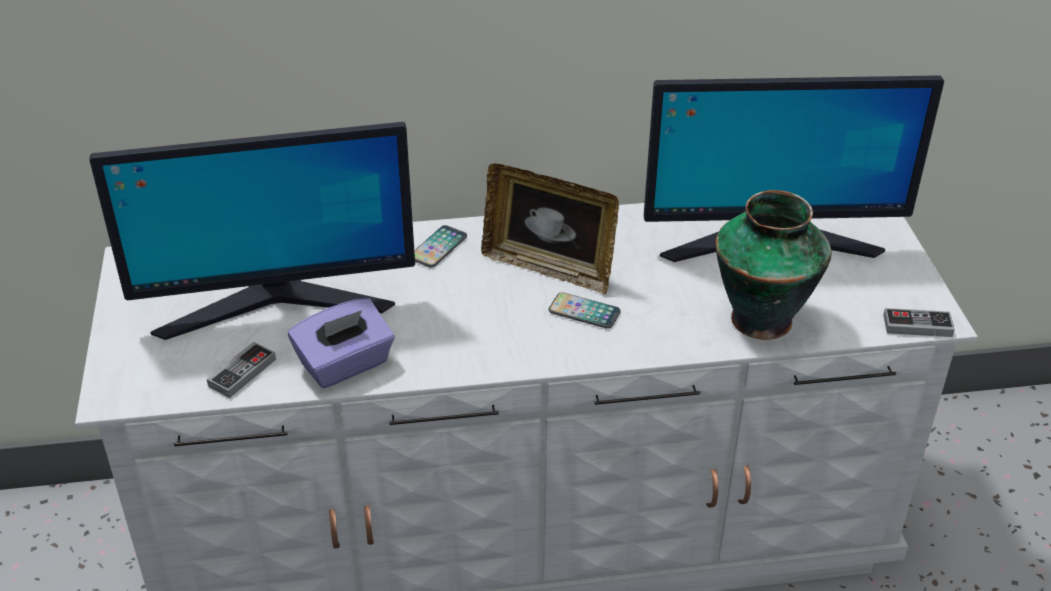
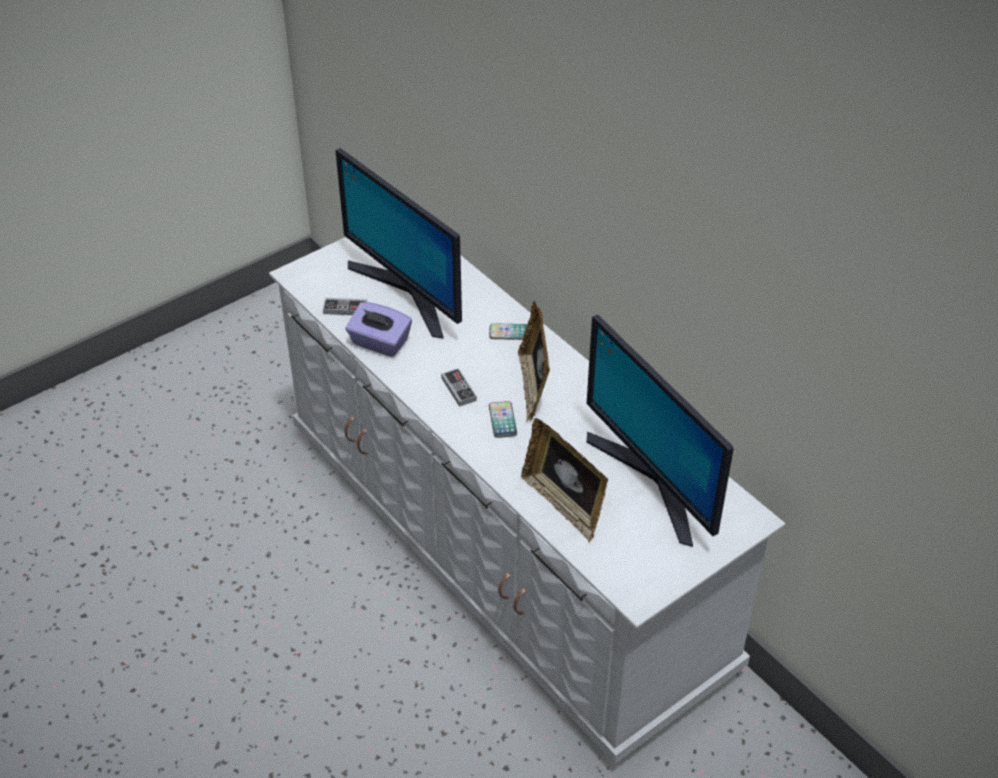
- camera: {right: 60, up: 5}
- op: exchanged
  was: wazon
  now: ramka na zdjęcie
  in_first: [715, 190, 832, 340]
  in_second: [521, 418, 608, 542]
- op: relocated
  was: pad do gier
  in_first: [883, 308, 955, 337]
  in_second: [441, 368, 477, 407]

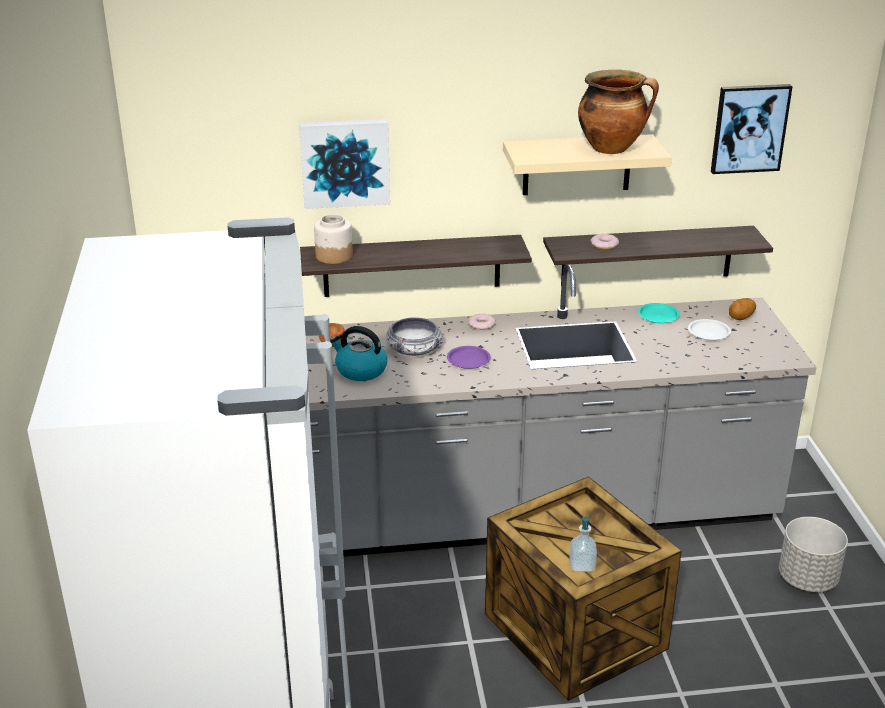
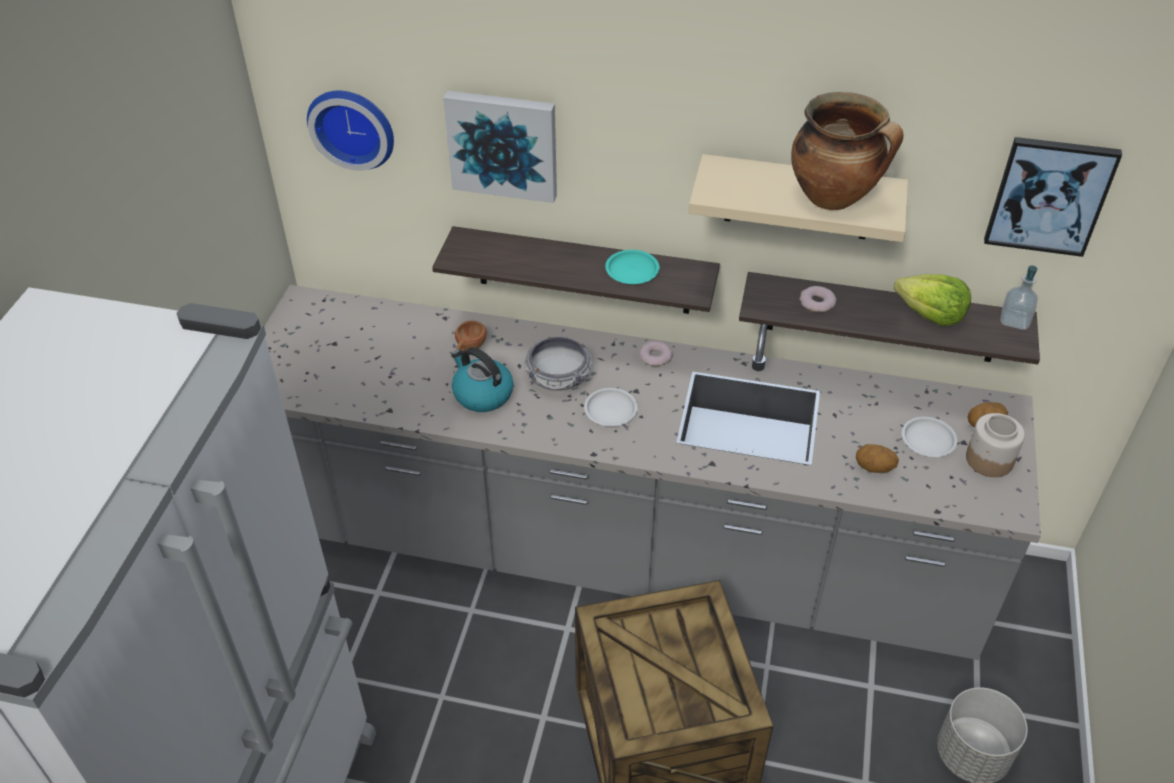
- camera: {right: 20, up: 15}
- op: relocated
  was: słoik
  in_first: [314, 214, 353, 264]
  in_second: [966, 413, 1025, 477]
- op: colour
  was: talerz [fioletowy]
  now: talerz [biały]
  in_first: [447, 346, 491, 369]
  in_second: [584, 388, 638, 426]
- op: relocated
  was: dozownik mydła
  in_first: [569, 517, 597, 572]
  in_second: [1000, 265, 1038, 330]
- op: relocated
  was: talerz [turkusowy]
  in_first: [638, 303, 680, 323]
  in_second: [605, 250, 659, 284]
- op: appeared
  now: zegar ścienny
  in_second: [307, 91, 394, 171]
- op: appeared
  now: ziemniak
  in_second: [856, 444, 899, 473]
- op: appeared
  now: sałata
  in_second: [894, 274, 971, 327]

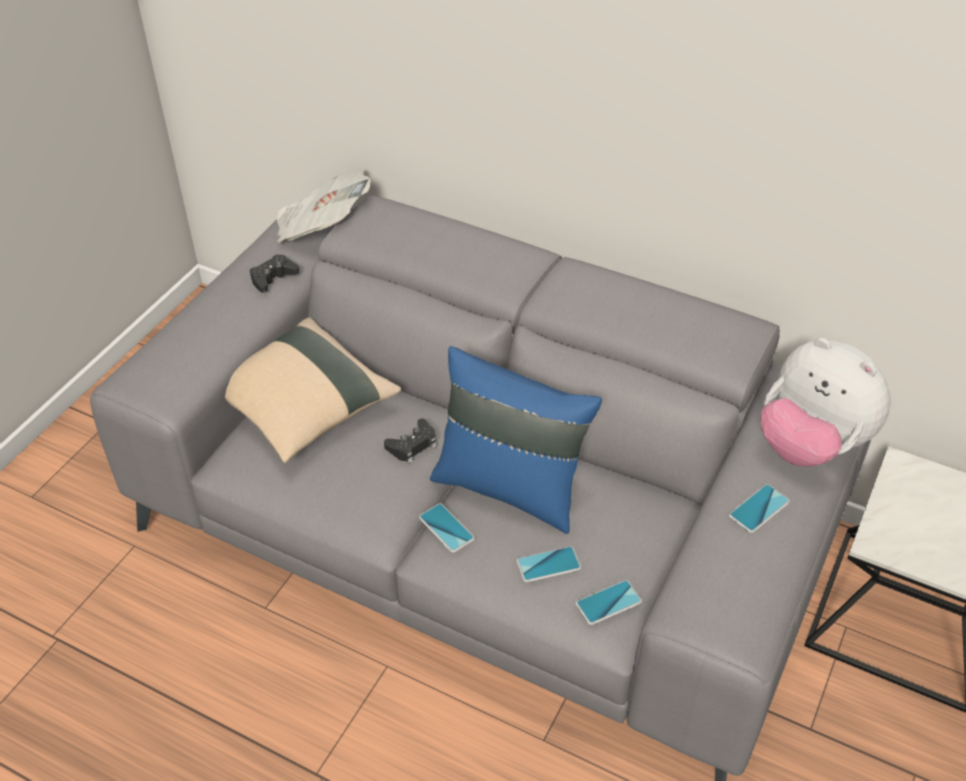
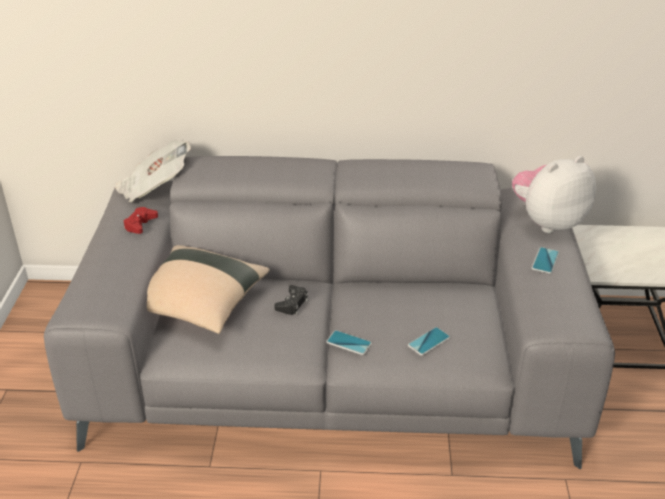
- camera: {right: -25, up: -10}
- op: colour
  was: pad do gier [czarny]
  now: pad do gier [czerwony]
  in_first: [250, 254, 299, 293]
  in_second: [124, 207, 158, 234]
- op: missing
  was: poduszka [niebieski]
  in_first: [430, 346, 602, 534]
- op: missing
  was: telefon
  in_first: [576, 580, 642, 625]
- op: spun
  was: pluszak
  in_first: [760, 338, 891, 466]
  in_second: [512, 156, 596, 233]
  clockwise: 135

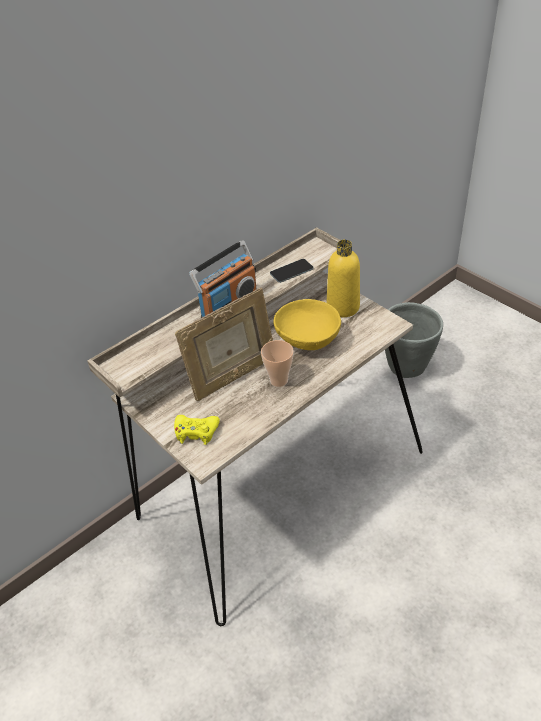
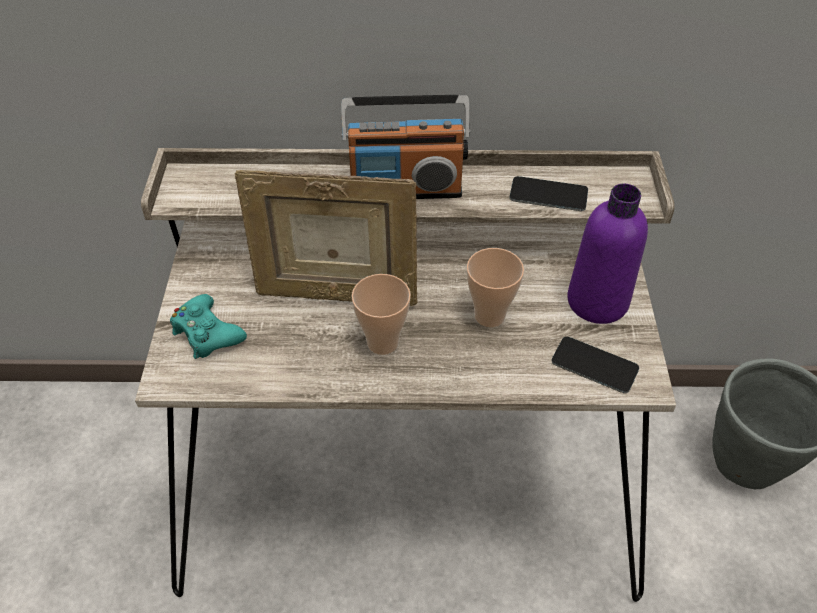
- camera: {right: 40, up: 5}
- op: colour
  was: pad do gier [żółty]
  now: pad do gier [turkusowy]
  in_first: [174, 415, 220, 445]
  in_second: [170, 294, 247, 359]
- op: exchanged
  was: miska [żółty]
  now: filiżanka
  in_first: [273, 299, 341, 350]
  in_second: [467, 248, 524, 327]
- op: colour
  was: butelka [żółty]
  now: butelka [fioletowy]
  in_first: [327, 240, 360, 317]
  in_second: [567, 184, 648, 324]
- op: appeared
  now: telefon
  in_second: [552, 337, 639, 393]

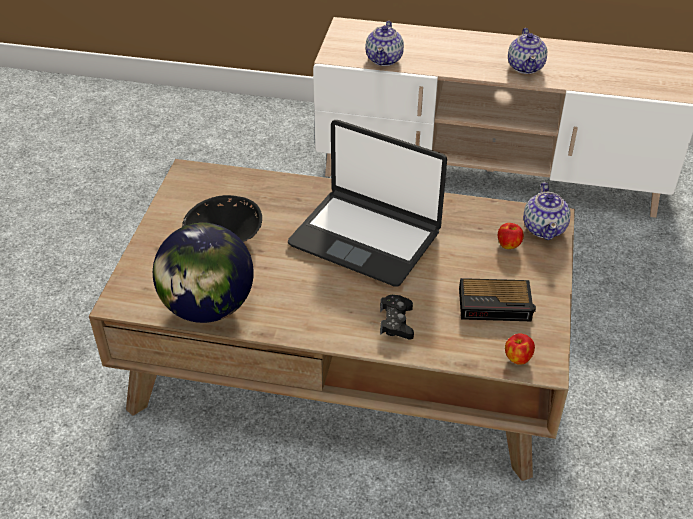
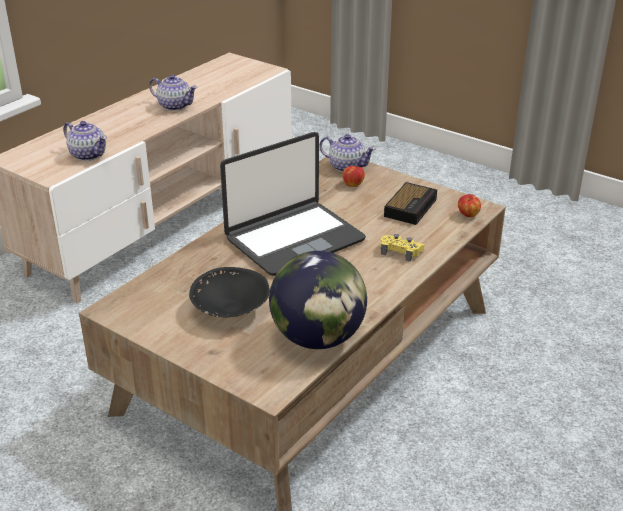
- camera: {right: -65, up: -10}
- op: colour
  was: pad do gier [czarny]
  now: pad do gier [żółty]
  in_first: [380, 295, 414, 339]
  in_second: [380, 234, 424, 262]

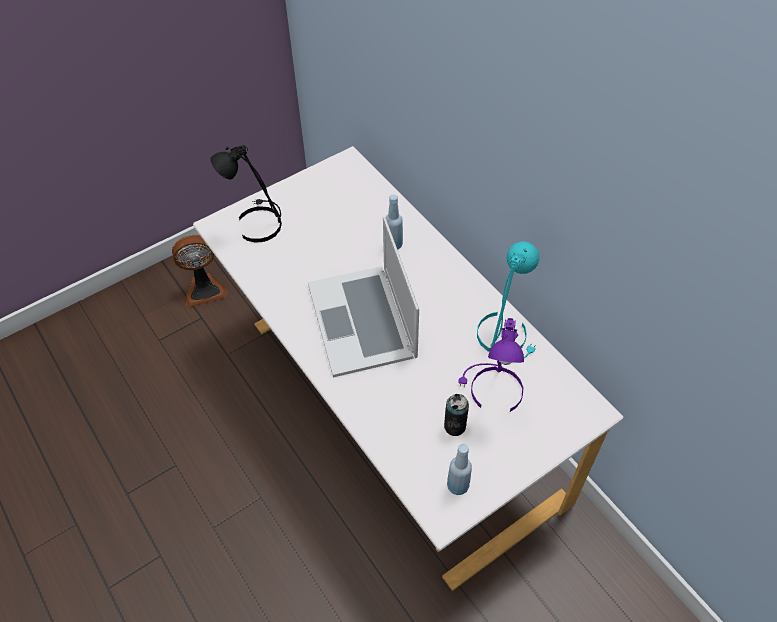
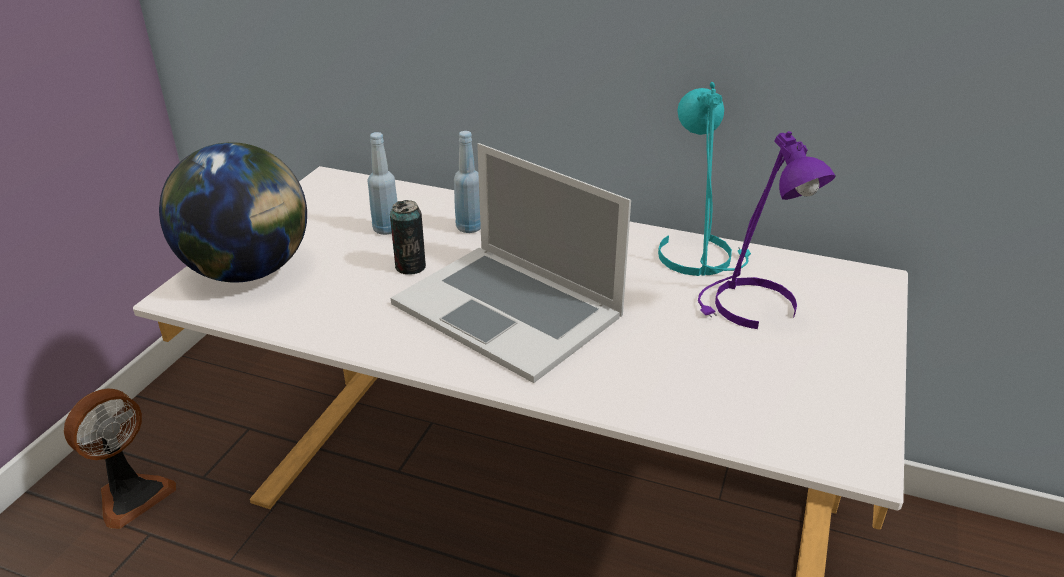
- camera: {right: -35, up: -20}
- op: exchanged
  was: lampa stołowa [czarny]
  now: globus
  in_first: [210, 145, 282, 243]
  in_second: [159, 142, 307, 283]
- op: relocated
  was: puszka
  in_first: [444, 394, 469, 436]
  in_second: [390, 200, 426, 275]
- op: relocated
  was: butelka [niebieski]
  in_first: [447, 444, 472, 495]
  in_second: [368, 132, 397, 235]

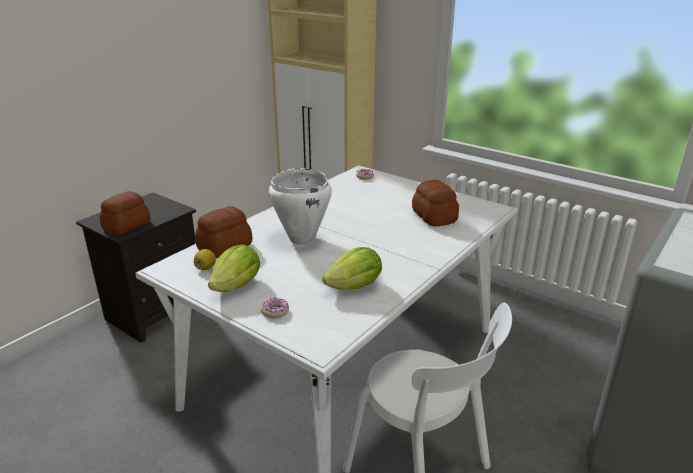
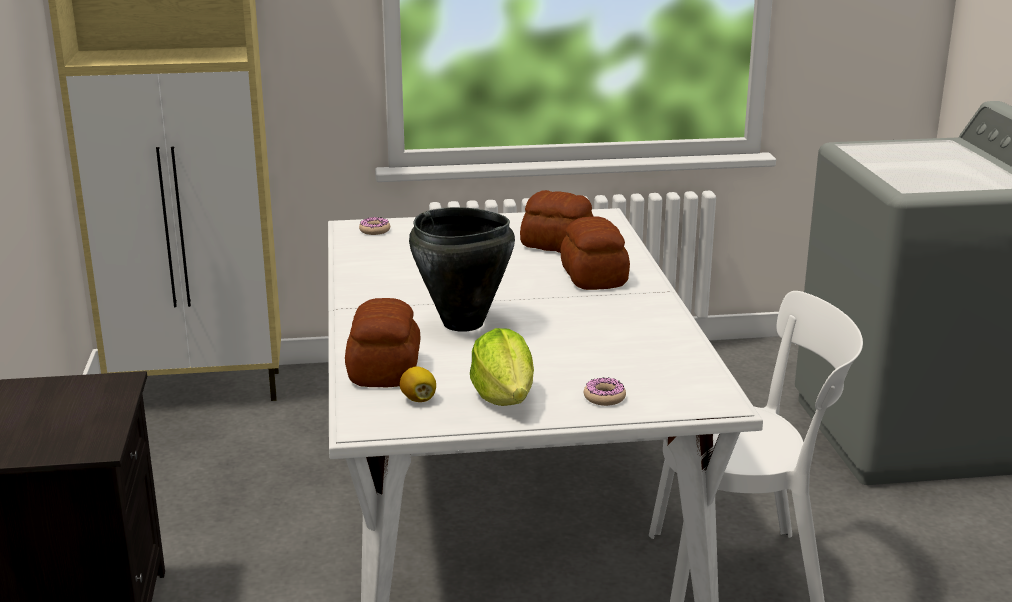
- camera: {right: -45, up: -5}
- op: relocated
  was: chleb
  in_first: [100, 191, 151, 235]
  in_second: [561, 216, 630, 290]
- op: colour
  was: garnek [biały]
  now: garnek [czarny]
  in_first: [269, 168, 332, 245]
  in_second: [409, 207, 515, 332]
- op: missing
  was: sałata
  in_first: [322, 247, 382, 290]

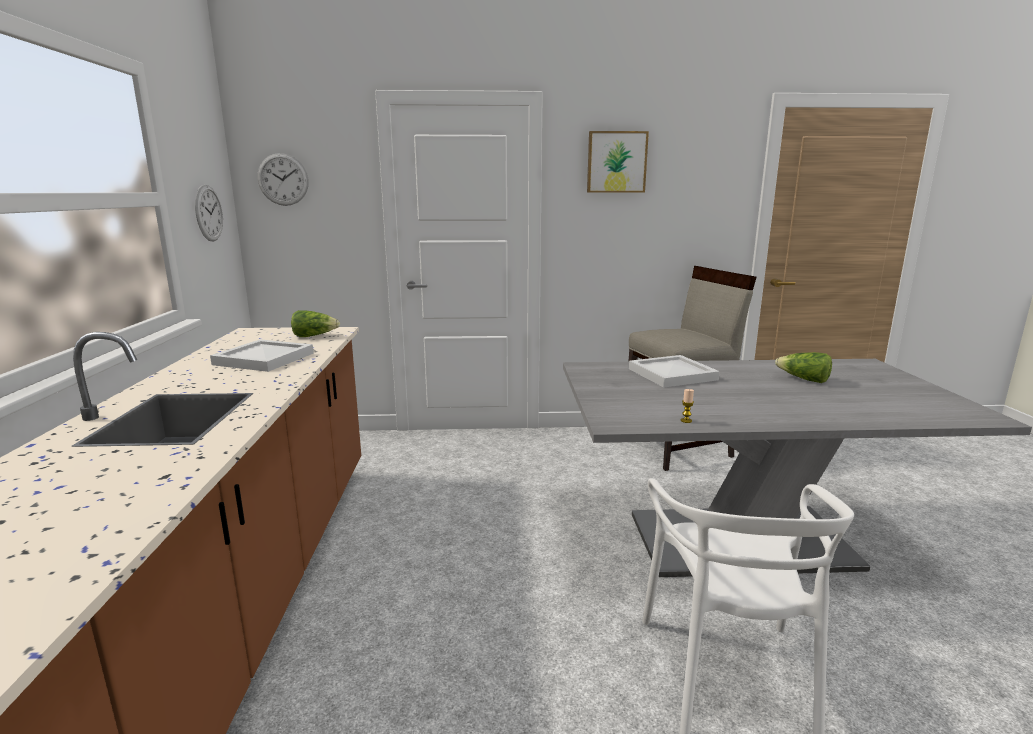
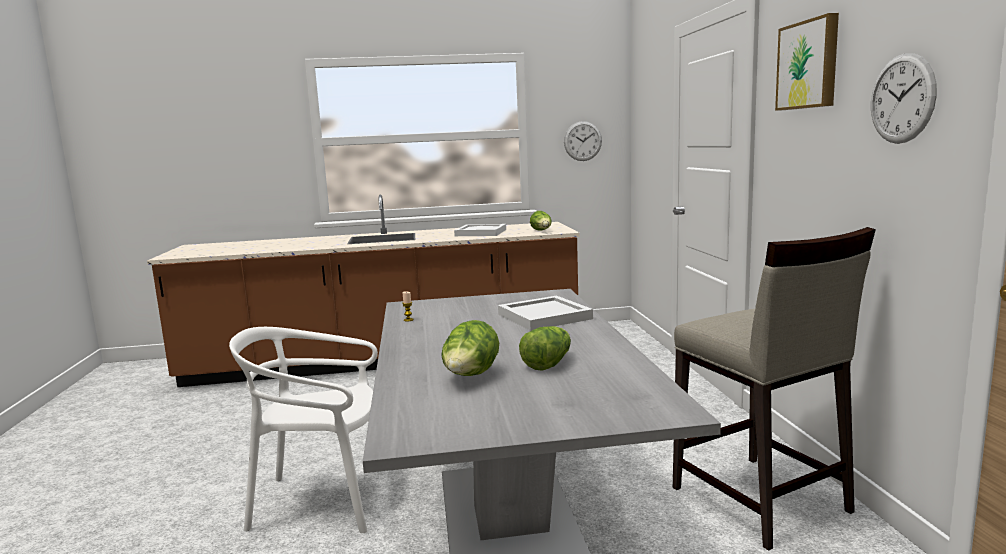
- camera: {right: 85, up: -5}
- op: relocated
  was: zegar ścienny
  in_first: [258, 153, 309, 206]
  in_second: [871, 53, 937, 144]
- op: appeared
  now: sałata
  in_second: [441, 320, 499, 376]

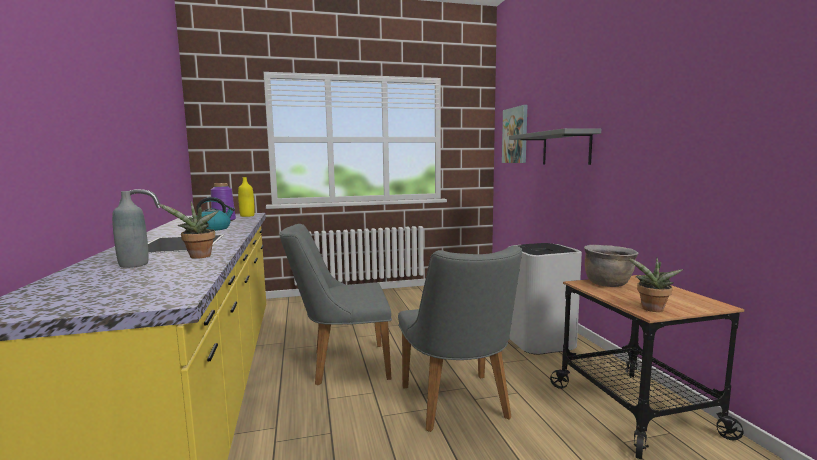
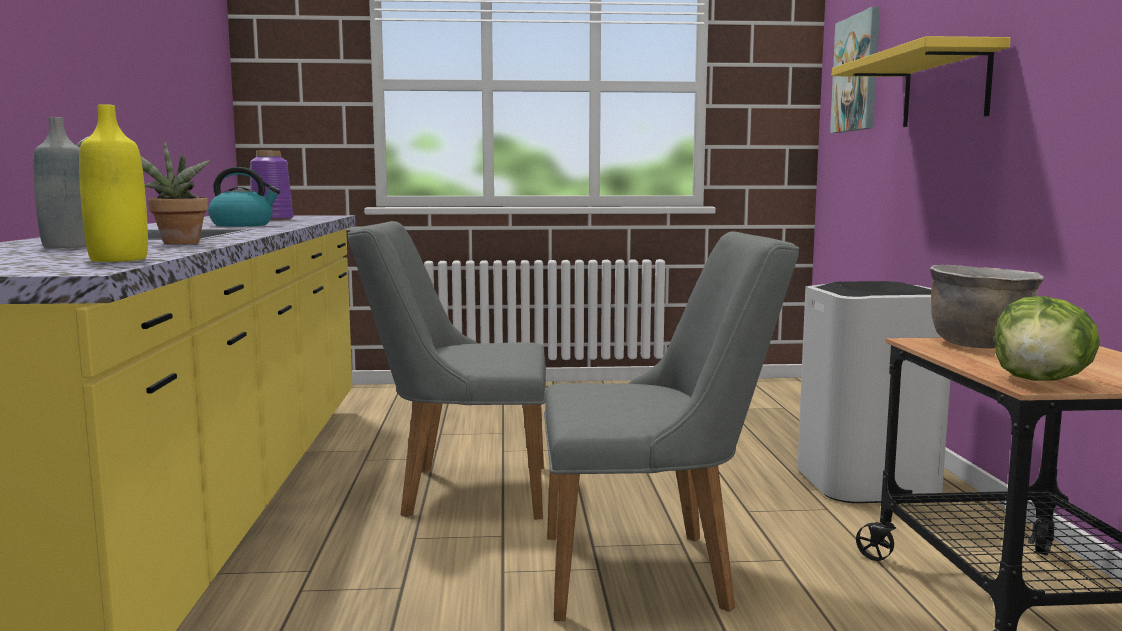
- camera: {right: 10, up: 0}
- op: relocated
  was: butelka [żółty]
  in_first: [238, 177, 255, 217]
  in_second: [79, 104, 148, 262]
- op: spun
  was: krzesło [szary]
  in_first: [398, 246, 522, 432]
  in_second: [544, 232, 799, 621]
  clockwise: -90
- op: colour
  was: półka [szary]
  now: półka [żółty]
  in_first: [509, 128, 601, 165]
  in_second: [832, 36, 1011, 127]
- op: exchanged
  was: roślina doniczkowa
  now: sałata
  in_first: [628, 258, 683, 312]
  in_second: [995, 296, 1100, 381]

